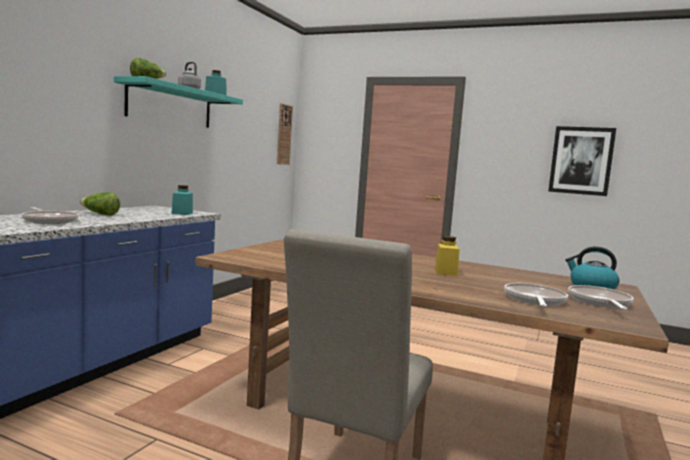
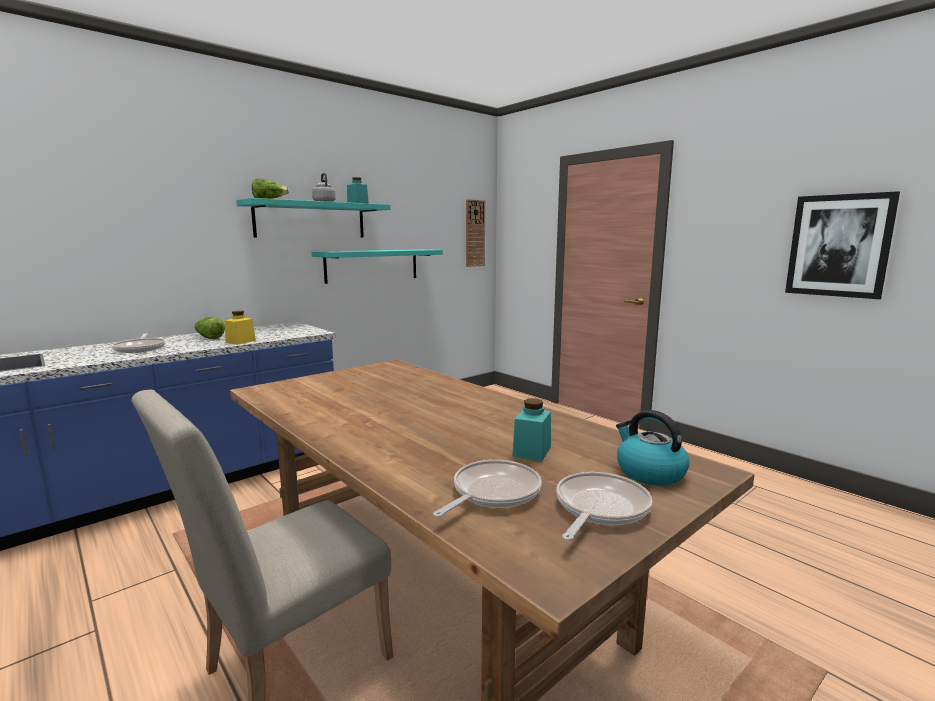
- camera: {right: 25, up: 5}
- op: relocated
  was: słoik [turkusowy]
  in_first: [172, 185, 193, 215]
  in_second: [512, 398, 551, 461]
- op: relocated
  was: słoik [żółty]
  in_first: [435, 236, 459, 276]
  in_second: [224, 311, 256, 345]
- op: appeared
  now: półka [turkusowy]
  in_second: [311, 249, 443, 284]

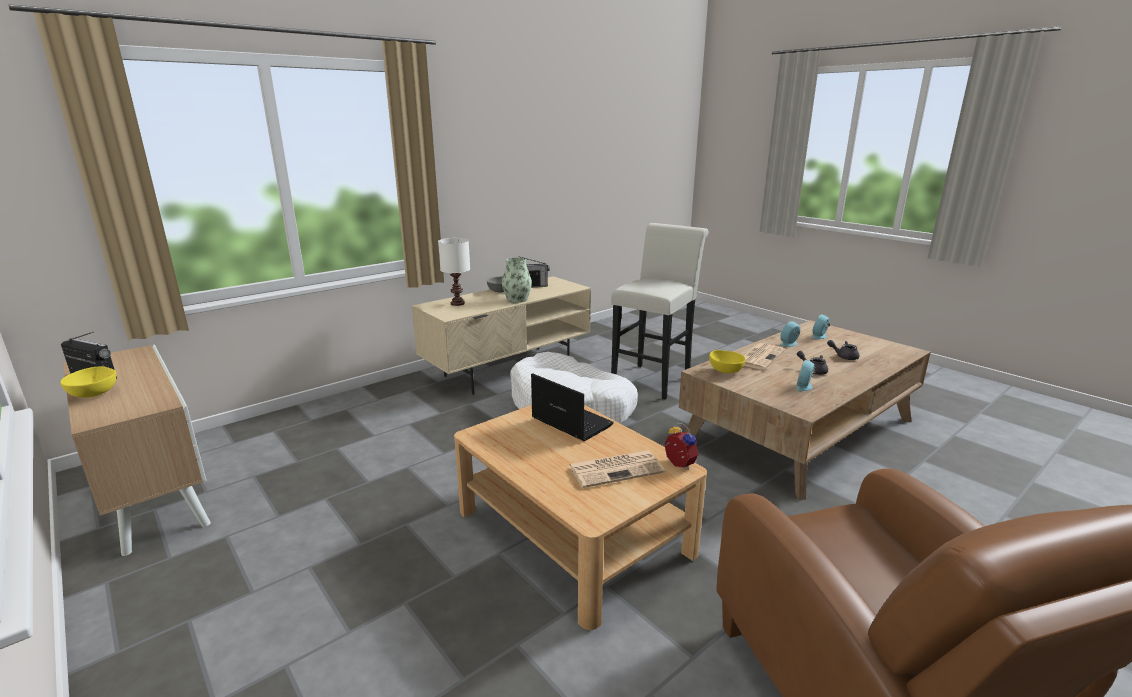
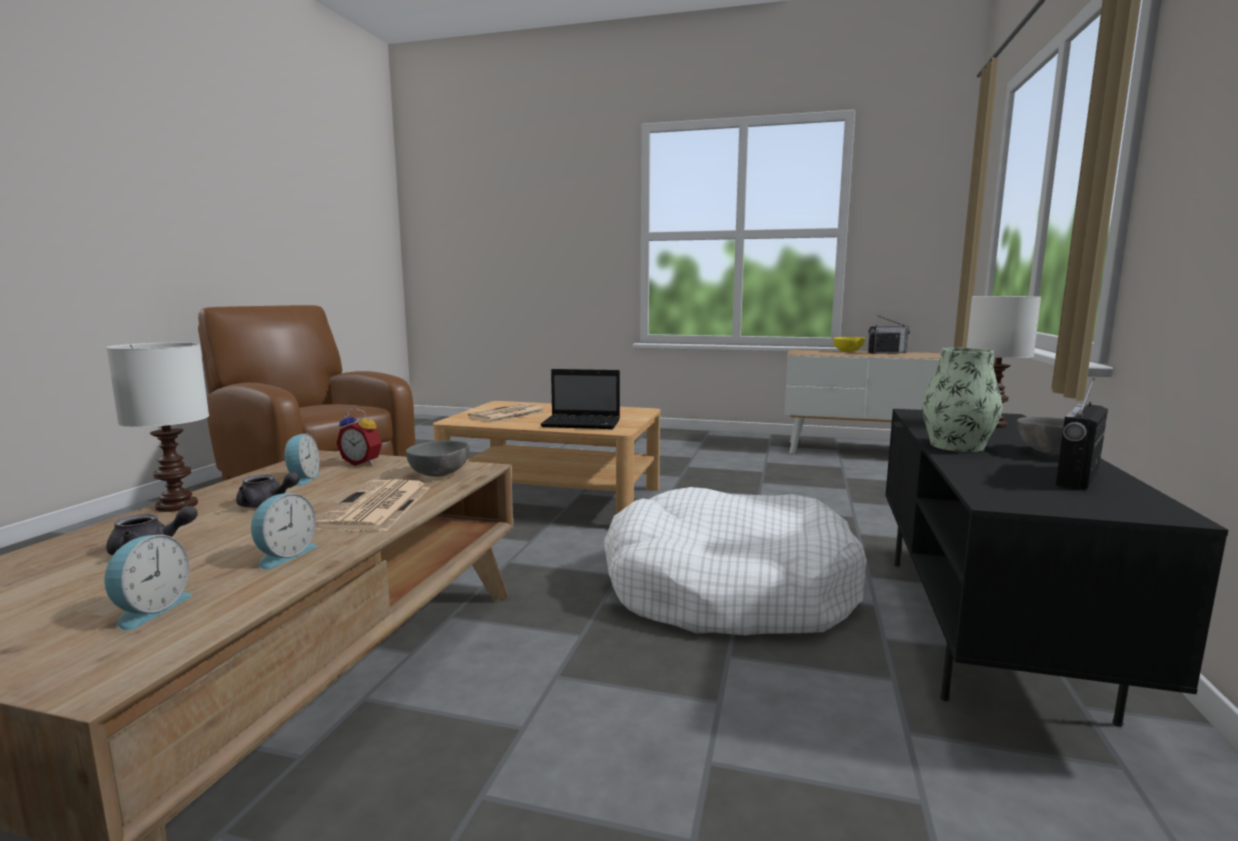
- camera: {right: 145, up: -10}
- op: colour
  was: szafka pod telewizor [beżowy]
  now: szafka pod telewizor [czarny]
  in_first: [412, 276, 591, 394]
  in_second: [885, 409, 1229, 727]
- op: missing
  was: stołek [biały]
  in_first: [611, 223, 709, 400]
- op: relocated
  was: budzik
  in_first: [664, 423, 698, 470]
  in_second: [336, 408, 382, 466]
- op: colour
  was: miska [żółty]
  now: miska [szary]
  in_first: [709, 350, 746, 373]
  in_second: [406, 440, 469, 477]
- op: appeared
  now: lampa stołowa [biały]
  in_second: [106, 342, 209, 512]

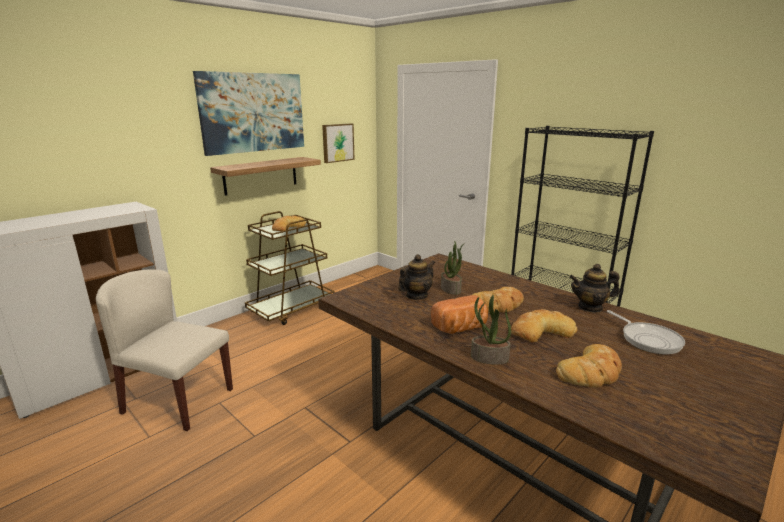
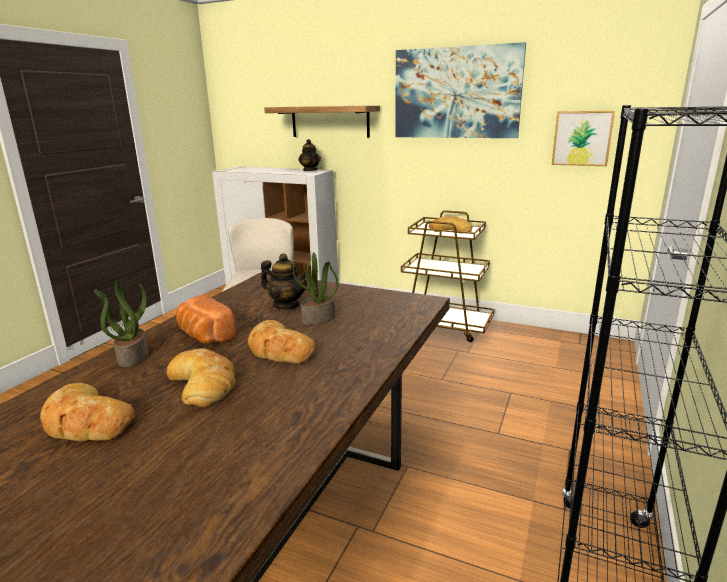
- camera: {right: 70, up: 0}
- op: relocated
  was: półka
  in_first: [210, 157, 321, 196]
  in_second: [264, 105, 380, 138]
- op: relocated
  was: imbryk
  in_first: [569, 264, 620, 313]
  in_second: [299, 139, 321, 171]
- op: missing
  was: patelnia
  in_first: [607, 310, 685, 355]

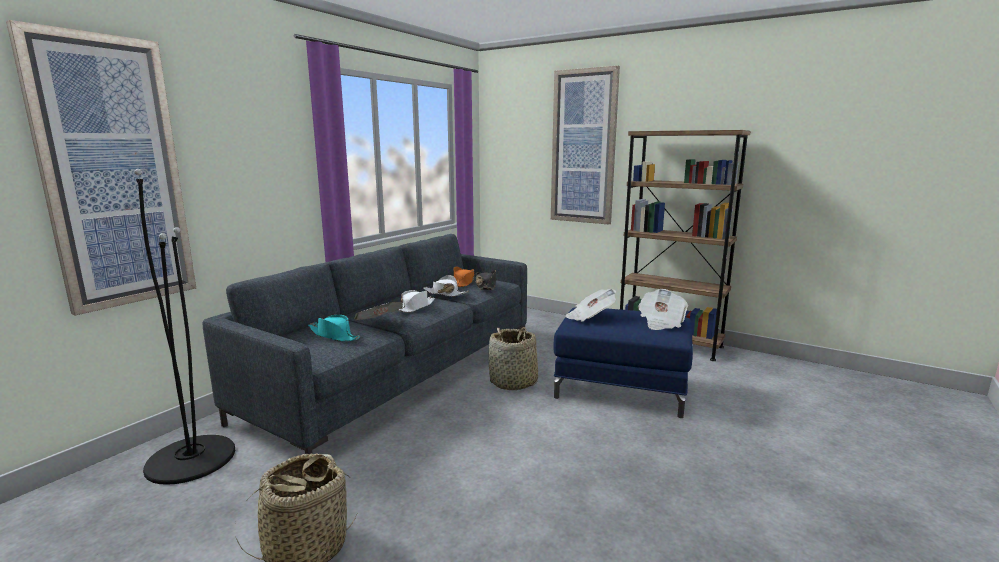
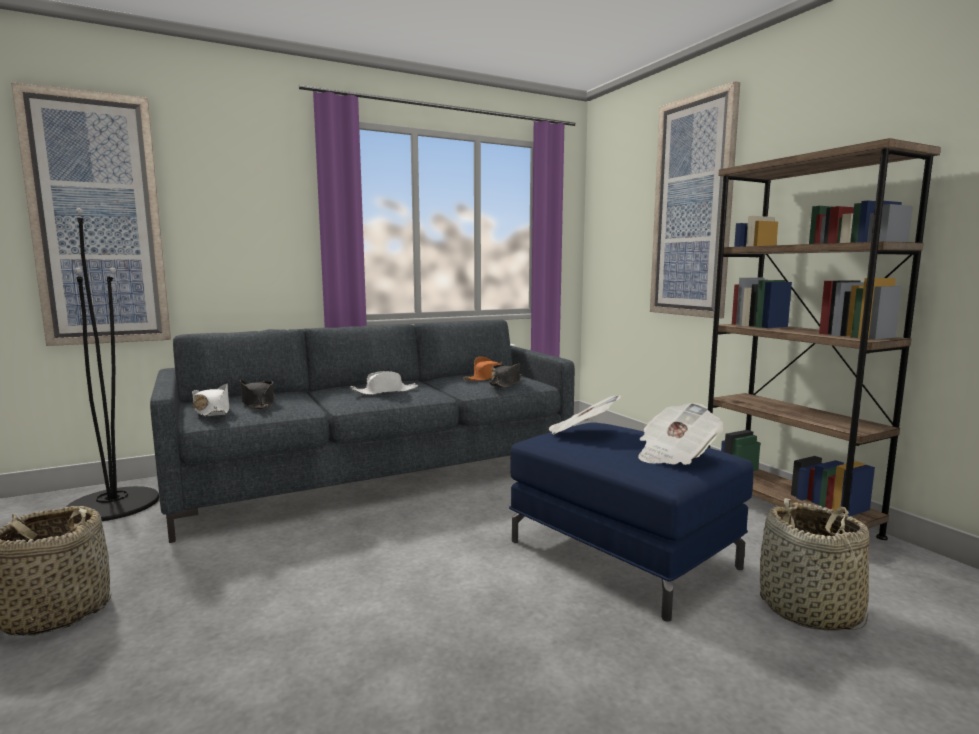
- camera: {right: 30, up: -5}
- op: colour
  was: kapelusz [turkusowy]
  now: kapelusz [czarny]
  in_first: [308, 315, 360, 341]
  in_second: [240, 380, 275, 409]
- op: missing
  was: gazeta
  in_first: [354, 302, 403, 320]
- op: relocated
  was: kapelusz [biały]
  in_first: [423, 275, 469, 297]
  in_second: [192, 384, 229, 416]
- op: relocated
  was: koszyk
  in_first: [488, 327, 538, 390]
  in_second: [760, 498, 869, 631]

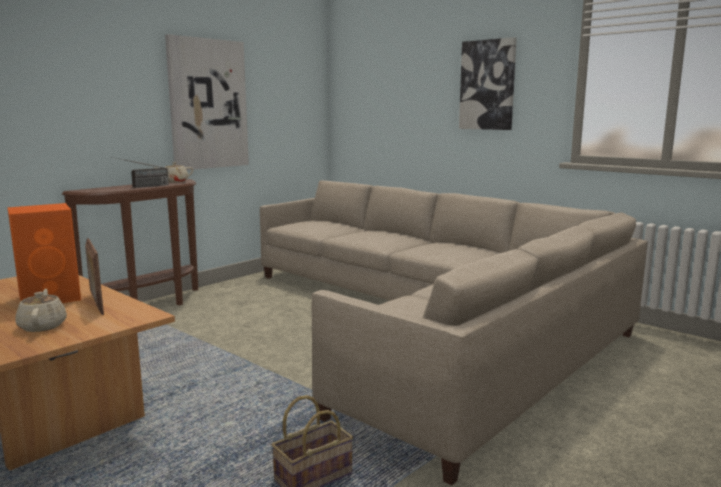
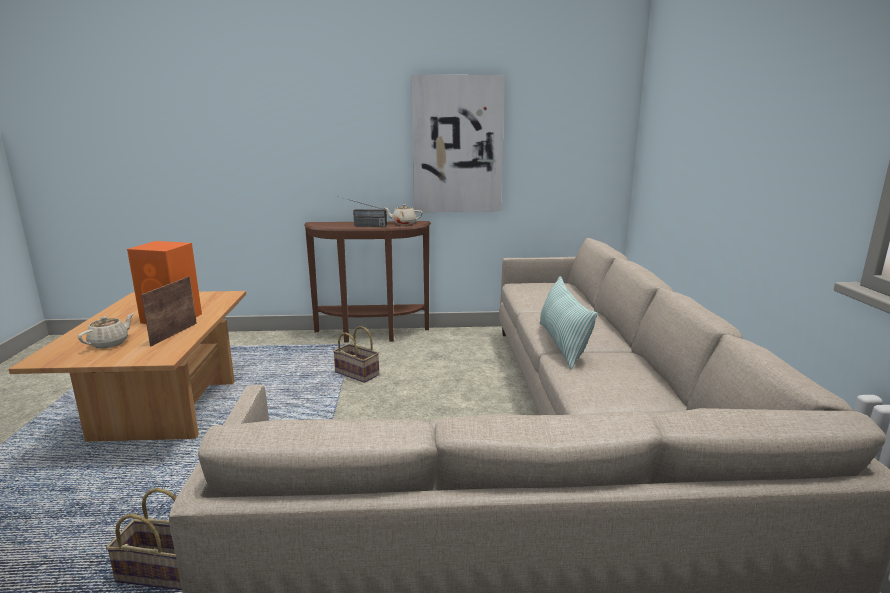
- camera: {right: 45, up: 5}
- op: missing
  was: obraz
  in_first: [459, 37, 517, 130]
- op: appeared
  now: koszyk
  in_second: [333, 326, 379, 383]
- op: appeared
  now: poduszka
  in_second: [540, 276, 598, 370]

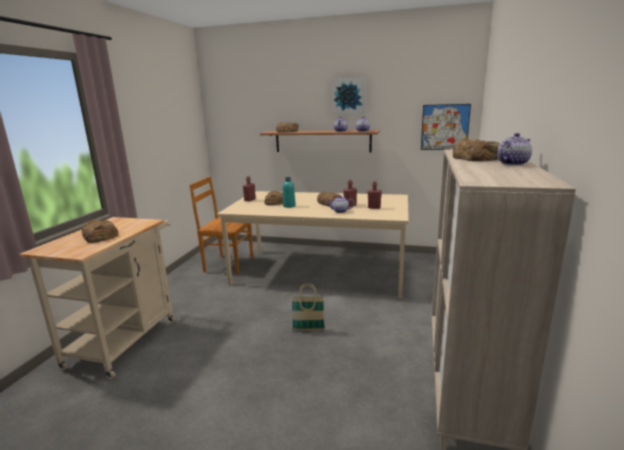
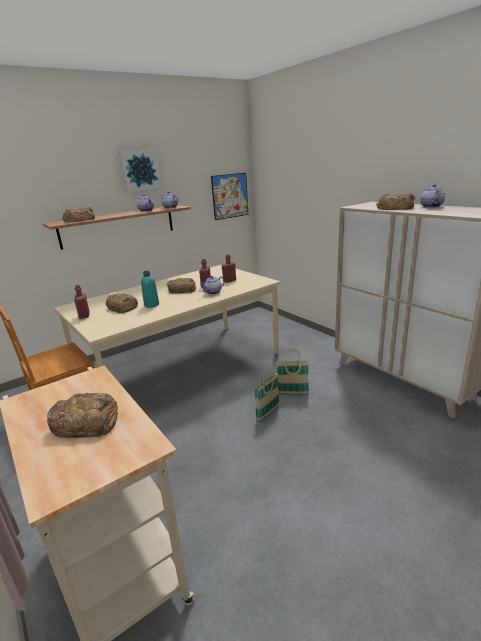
- camera: {right: -50, up: 5}
- op: appeared
  now: koszyk
  in_second: [276, 348, 309, 394]

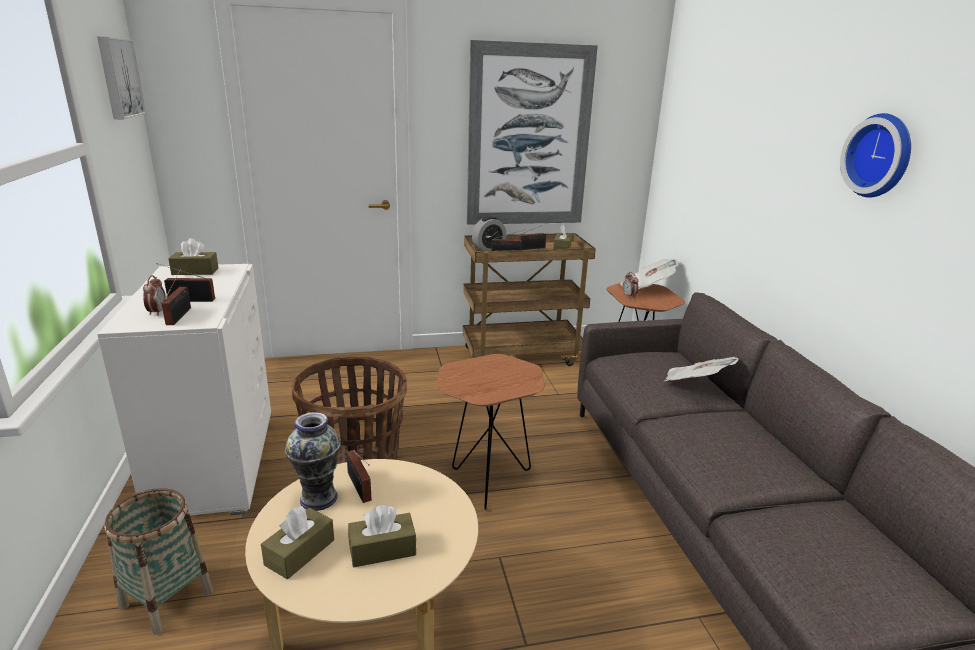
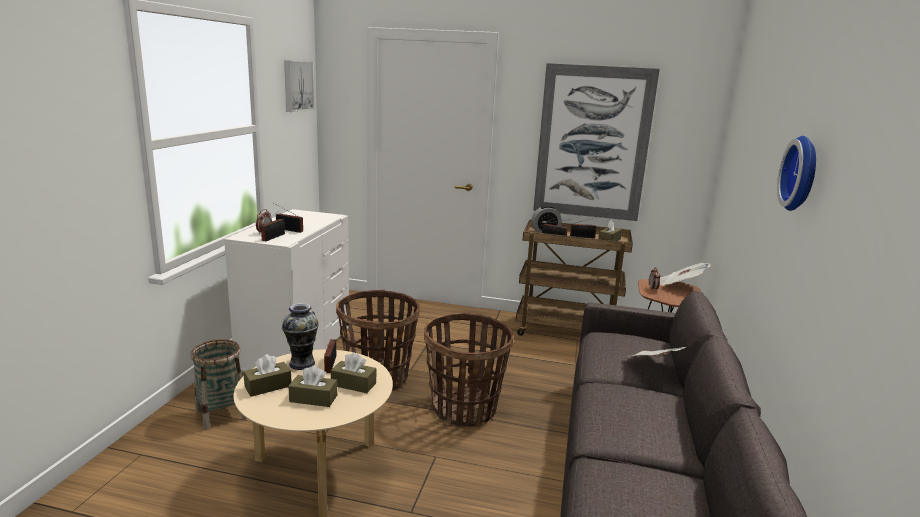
- camera: {right: 25, up: -5}
- op: relocated
  was: pudełko chusteczek [brązowy]
  in_first: [168, 238, 219, 275]
  in_second: [331, 353, 376, 393]
- op: exchanged
  was: stolik [brązowy]
  now: koszyk
  in_first: [437, 354, 545, 510]
  in_second: [424, 313, 514, 427]

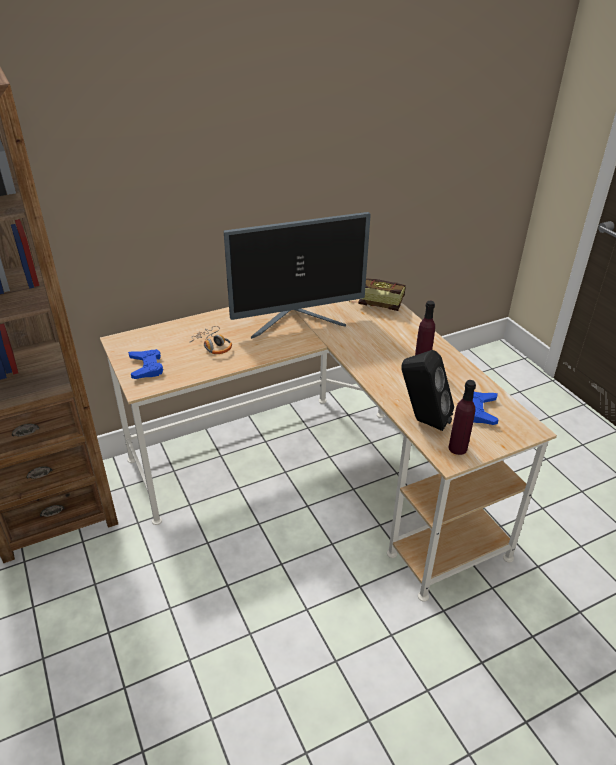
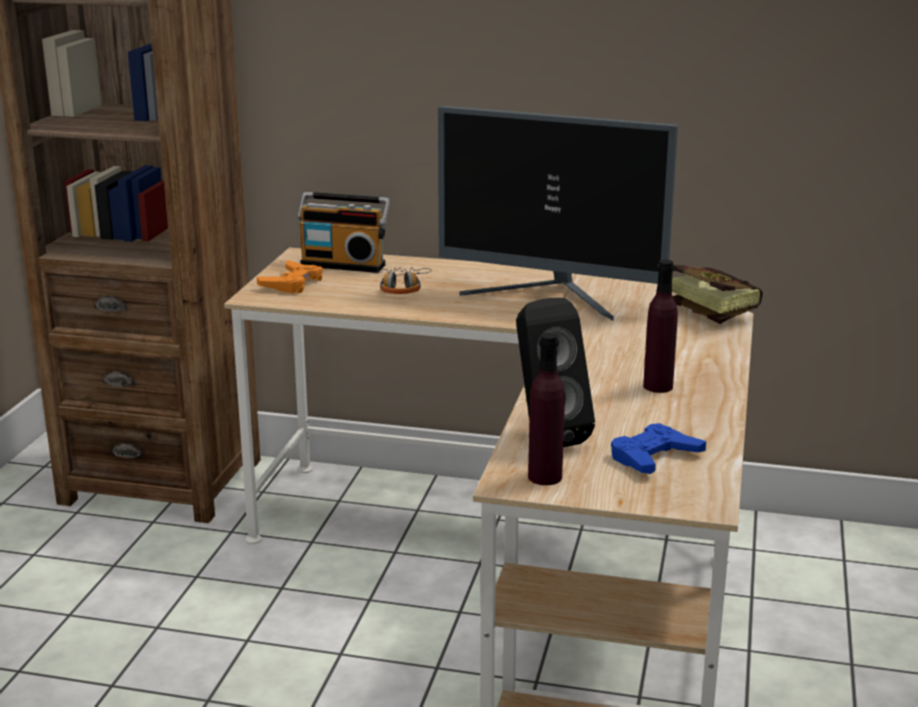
- camera: {right: 40, up: -15}
- op: colour
  was: pad do gier [niebieski]
  now: pad do gier [pomarańczowy]
  in_first: [128, 349, 163, 379]
  in_second: [257, 260, 323, 294]
- op: appeared
  now: radio
  in_second: [297, 192, 390, 272]

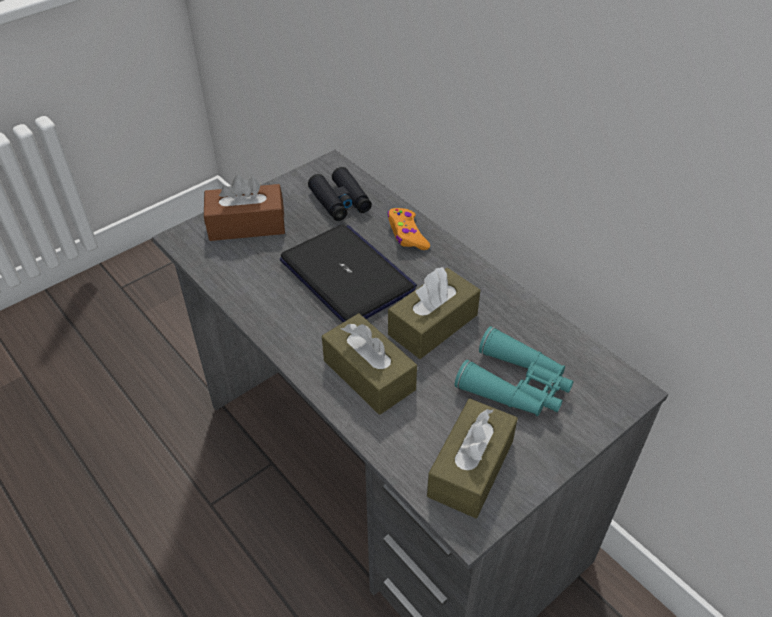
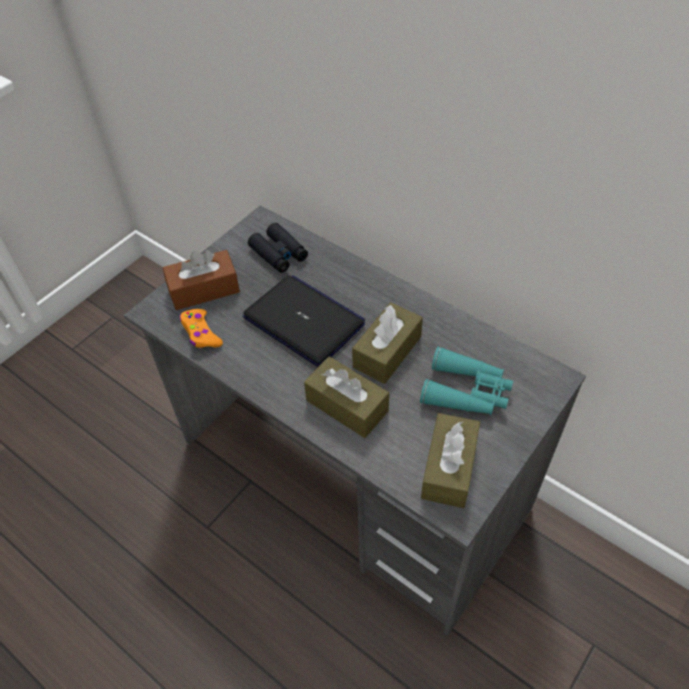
- camera: {right: -10, up: 5}
- op: relocated
  was: pad do gier [pomarańczowy]
  in_first: [387, 208, 430, 250]
  in_second: [180, 309, 223, 348]

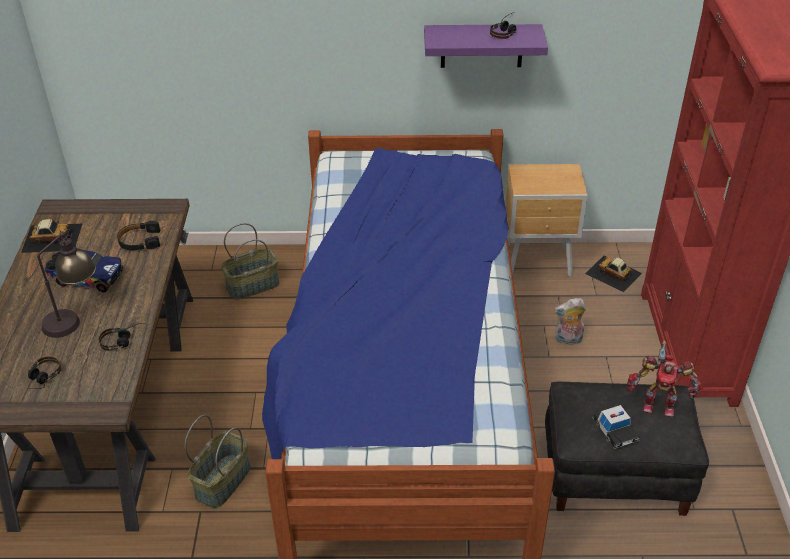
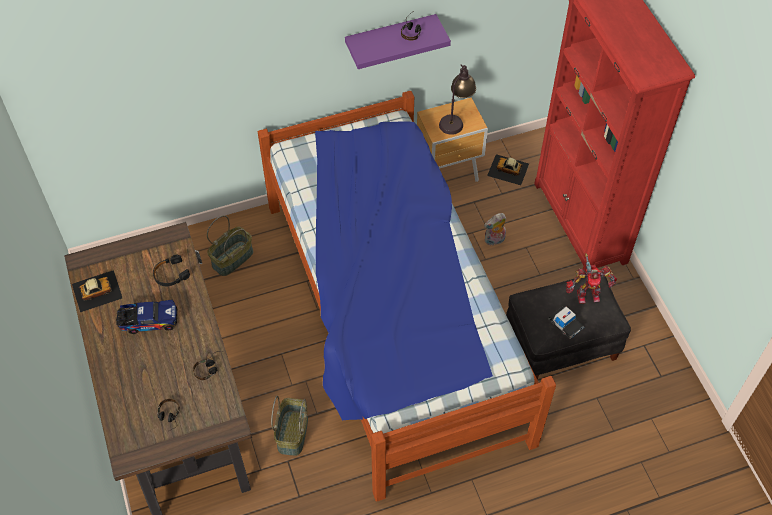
- camera: {right: -20, up: 15}
- op: relocated
  was: lampa stołowa
  in_first: [37, 230, 96, 338]
  in_second: [439, 65, 476, 135]

